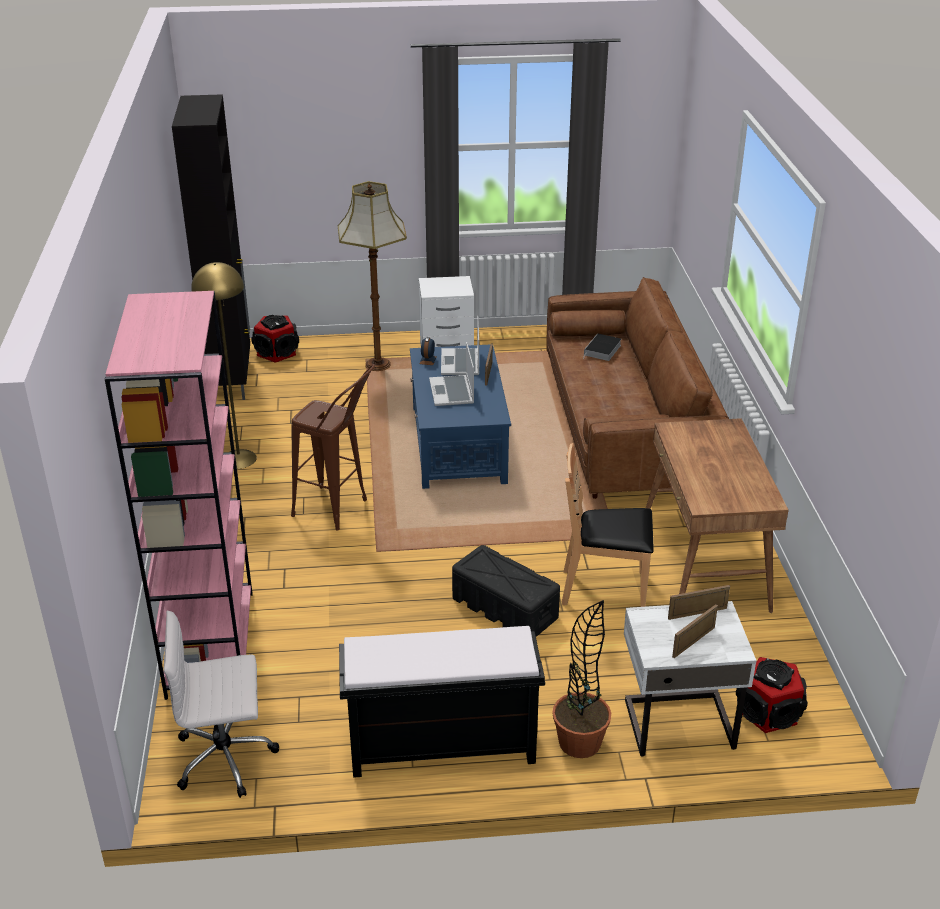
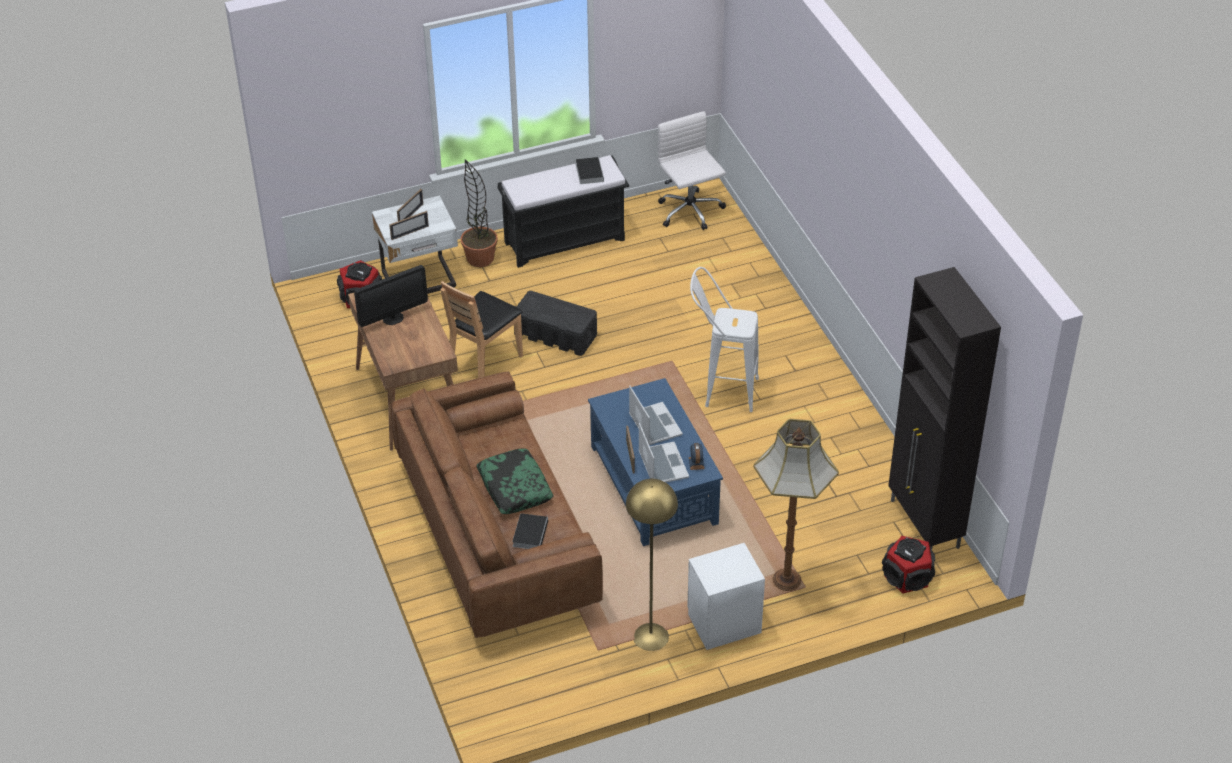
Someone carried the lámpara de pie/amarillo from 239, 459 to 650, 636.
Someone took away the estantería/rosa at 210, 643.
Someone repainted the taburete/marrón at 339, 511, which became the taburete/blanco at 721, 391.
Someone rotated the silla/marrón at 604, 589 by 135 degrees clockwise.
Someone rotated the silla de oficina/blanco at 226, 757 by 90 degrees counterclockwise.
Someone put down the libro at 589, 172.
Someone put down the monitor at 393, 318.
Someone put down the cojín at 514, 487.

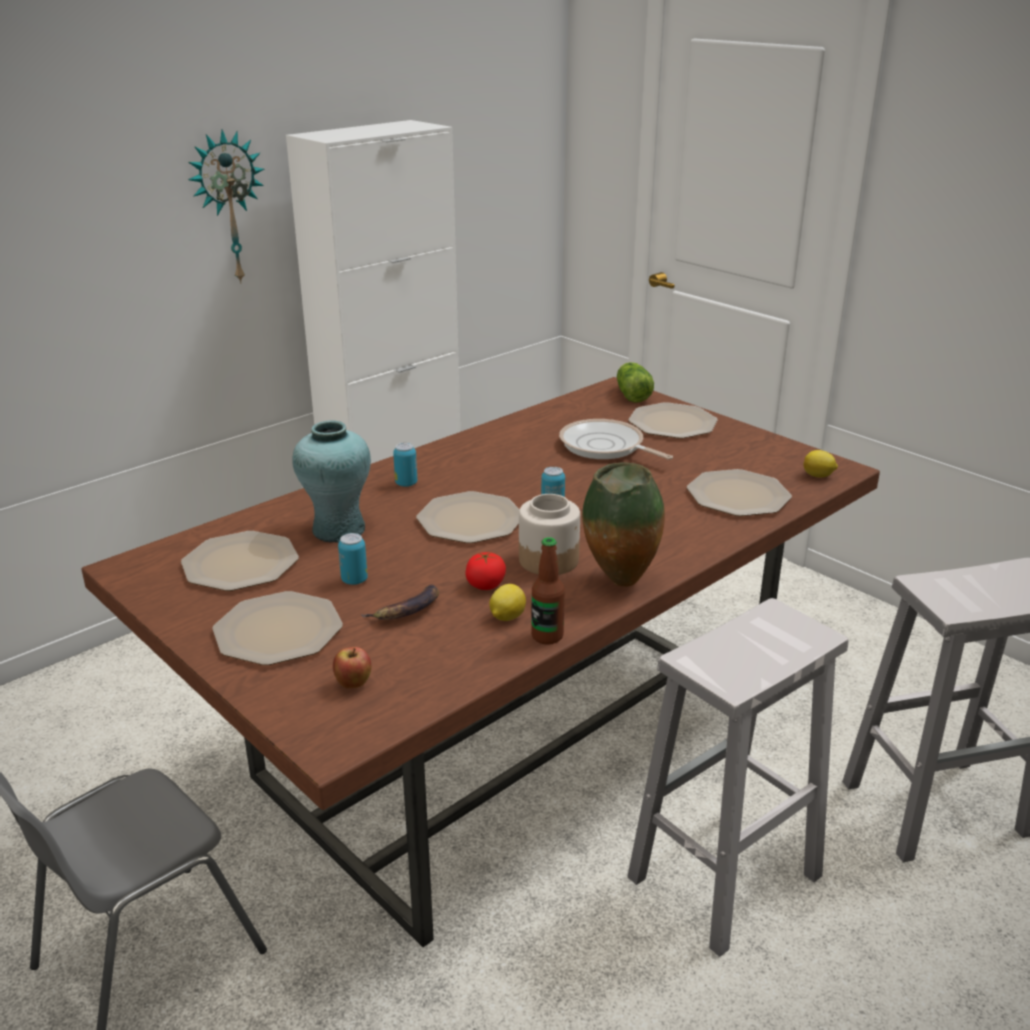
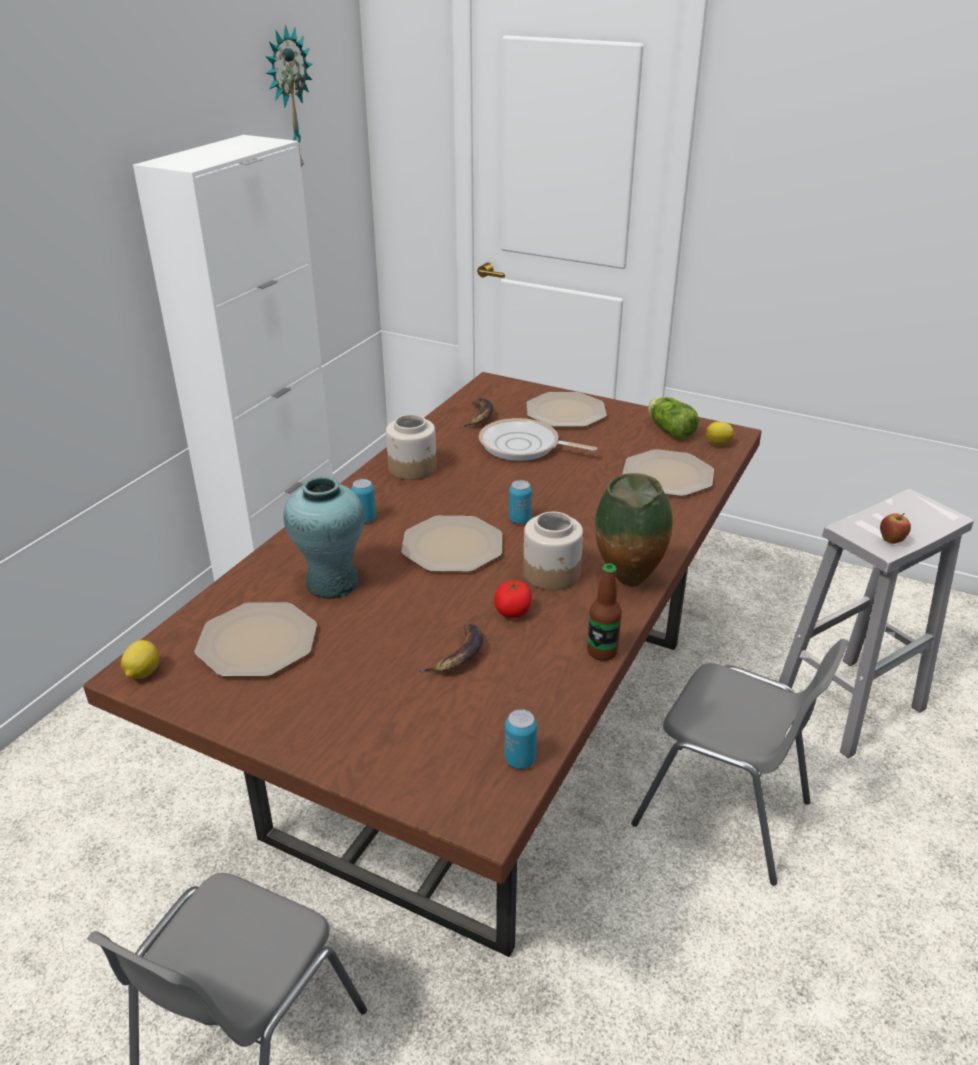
Someone carried the reloj de pared from 228, 208 to 288, 101.
Someone carried the lechuga from 632, 394 to 669, 430.
Someone carried the lata from 354, 580 to 520, 760.
Someone carried the limón from 506, 617 to 142, 673.
Someone took away the plato at 277, 631.
Someone swapped the taburete/blanco at 723, 879 for the silla/gris at 724, 814.
Someone carried the manzana from 353, 684 to 891, 541.
Someone put down the plátano at 478, 417.
Someone put down the tarro at 413, 468.

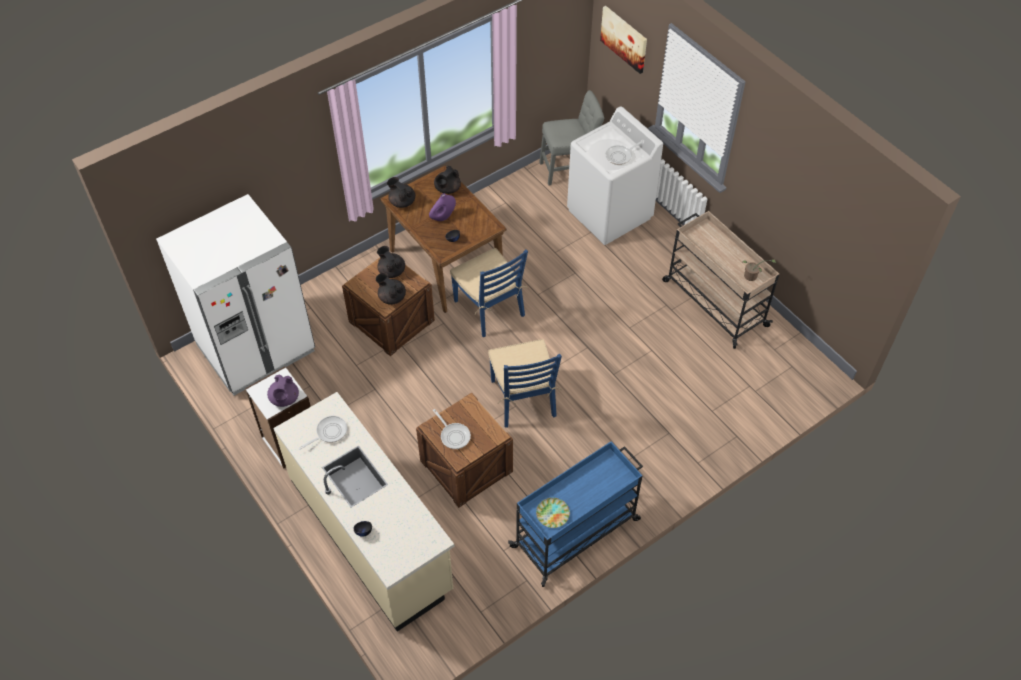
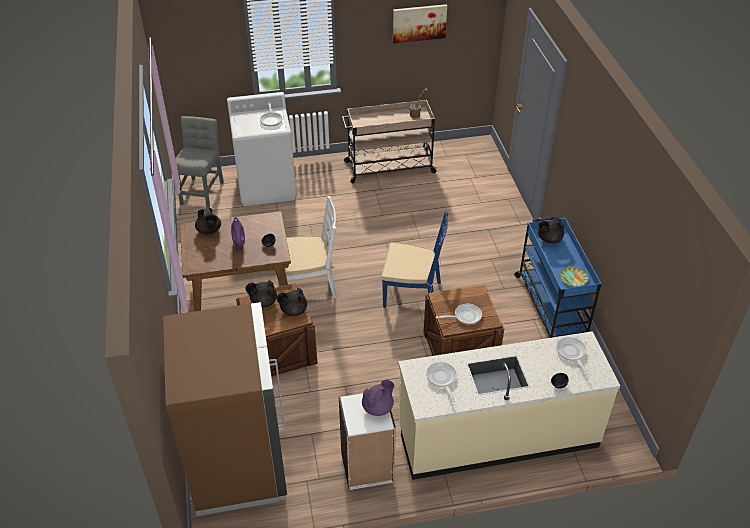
Someone carried the cuadro from 624, 39 to 419, 23.
Someone carried the tetera/negro from 402, 202 to 549, 239.
Someone repainted the nevera/blanco at 256, 348, which became the nevera/marrón at 238, 464.
Someone repainted the silla/azul at 489, 308, which became the silla/blanco at 309, 284.
Someone rotated the tetera/morado at 284, 399 by 60 degrees counterclockwise.
Someone put down the sartén at 571, 353.

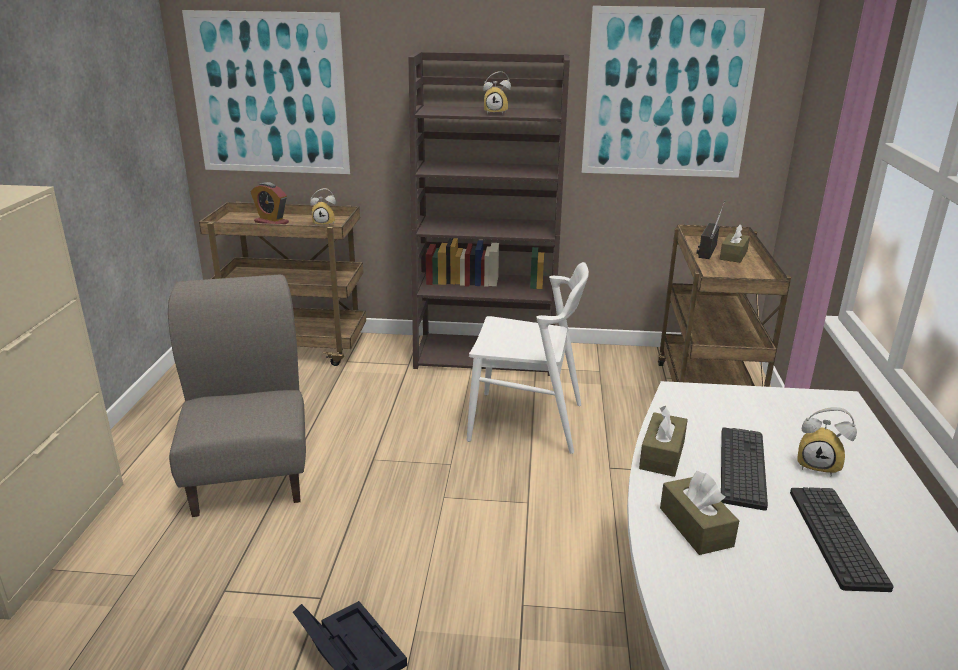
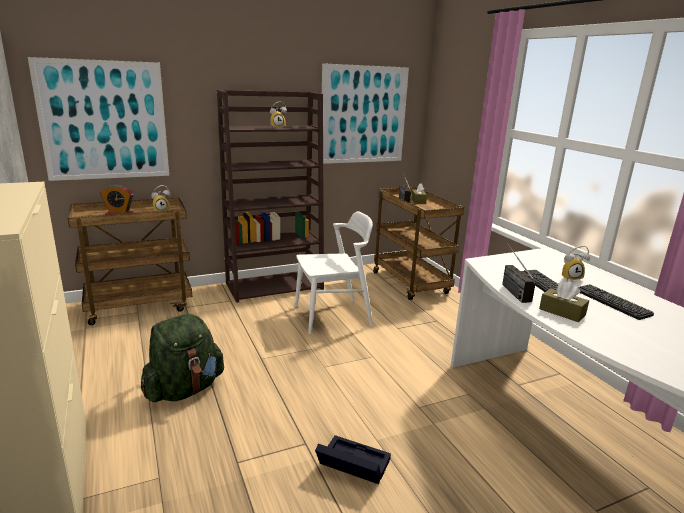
Someone swapped the silla/gris at 250, 474 for the mochila/verde at 184, 389.
Someone swapped the caja de pañuelos/marrón at 662, 455 for the radio at 509, 288.

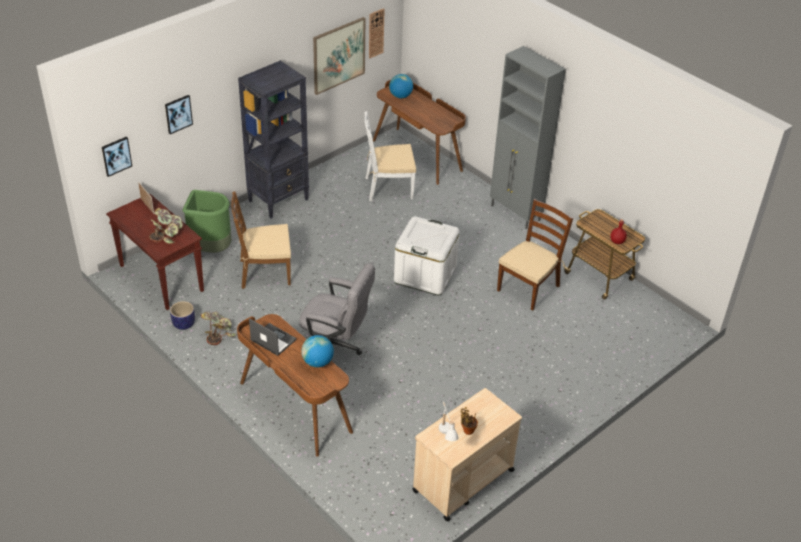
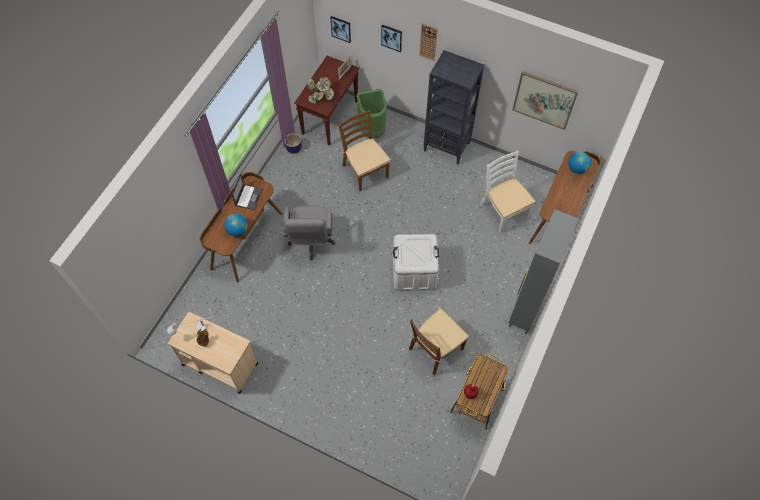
Someone carried the reloj de pared from 376, 33 to 428, 41.
Someone rotated the silla/marrón at 528, 288 by 120 degrees clockwise.
Someone took away the planta en maceta at 218, 333.

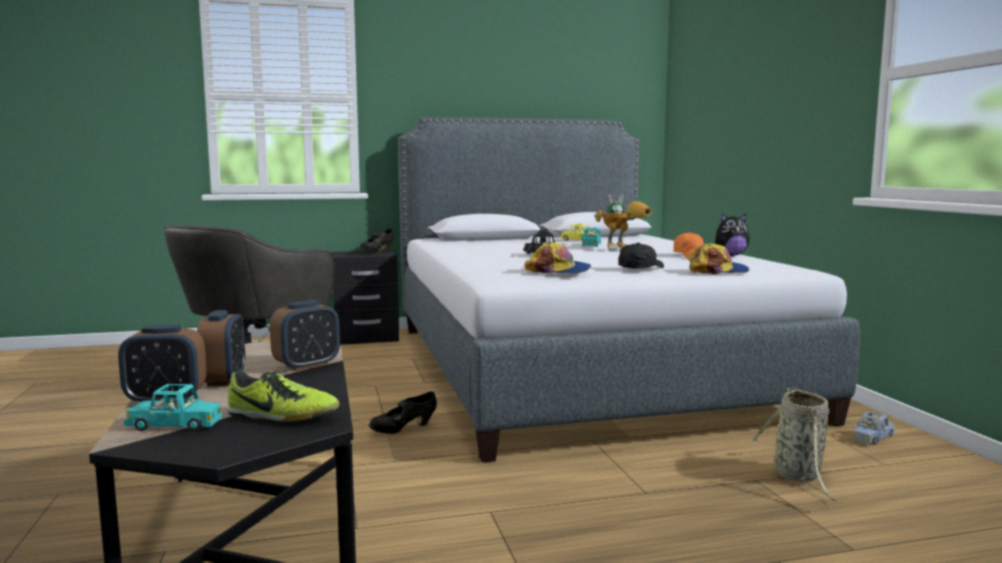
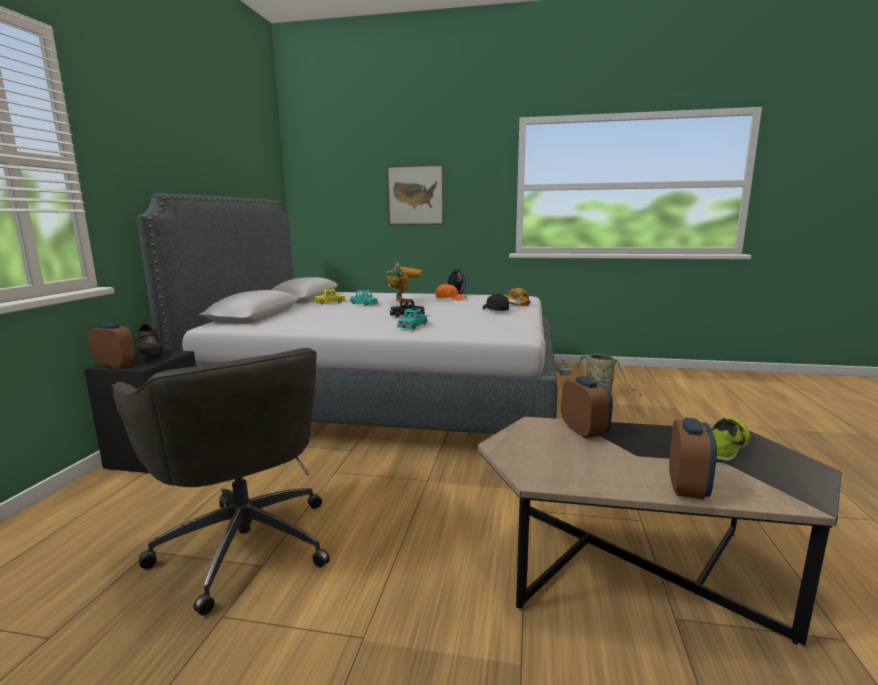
Someone took away the gorra at 559, 270.
Someone carried the despertador from 224, 380 to 116, 365.
Someone carried the coche de juguete/turquesa from 175, 425 to 413, 326.
Someone took away the zapato/negro at 403, 430.
Someone put up the cuadro at 415, 195.

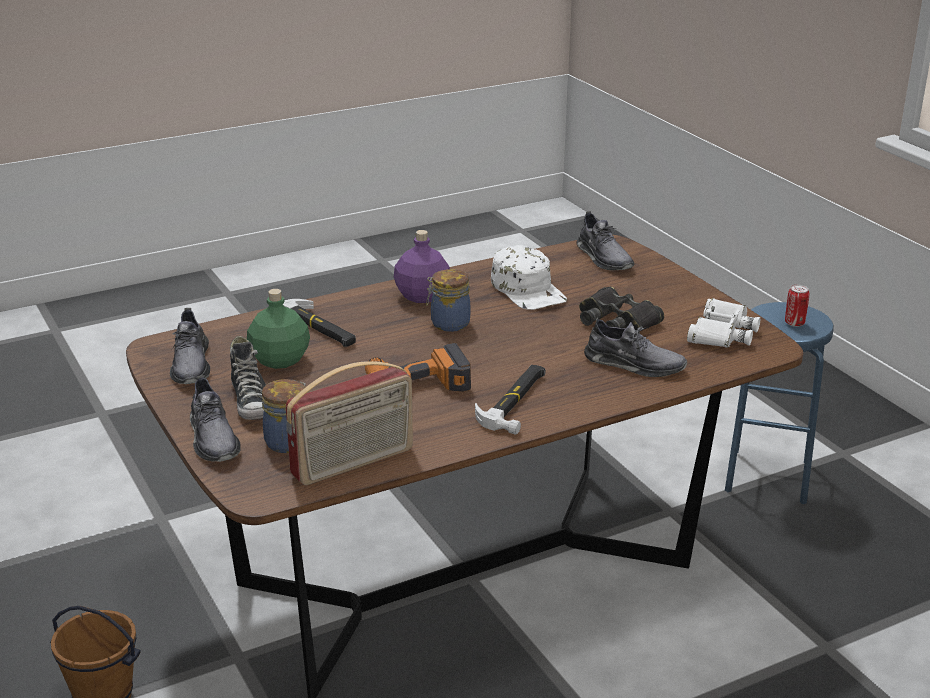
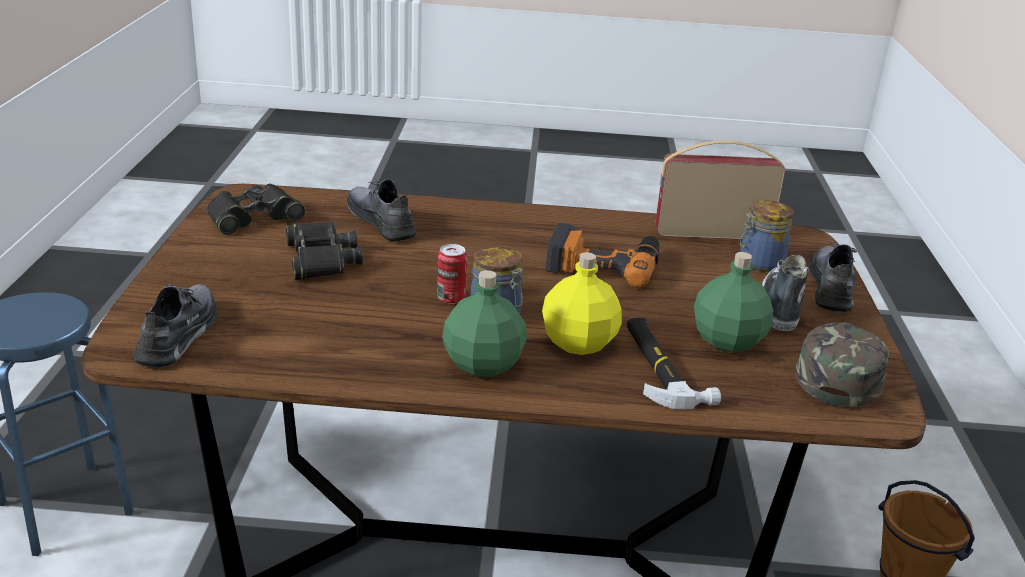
Someone repainted the botella/morado at 423, 296, which became the botella/verde at 482, 364.
Someone took away the gorra/blanco at 528, 290.
Someone carried the lata from 794, 323 to 451, 298.
Someone repainted the prismáticos/blanco at 721, 333, which became the prismáticos/negro at 253, 217.
Someone swapped the zapato/gris at 191, 365 for the gorra/verde at 839, 371.
Someone took away the martillo at 516, 401.
Someone put down the botella/amarillo at 578, 342.

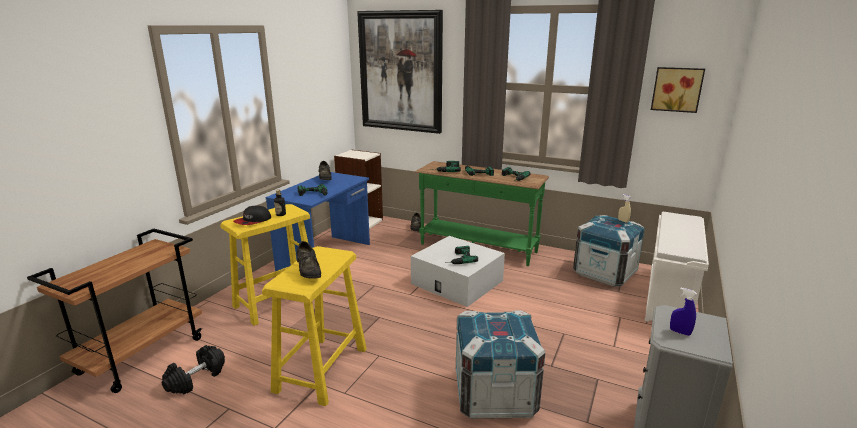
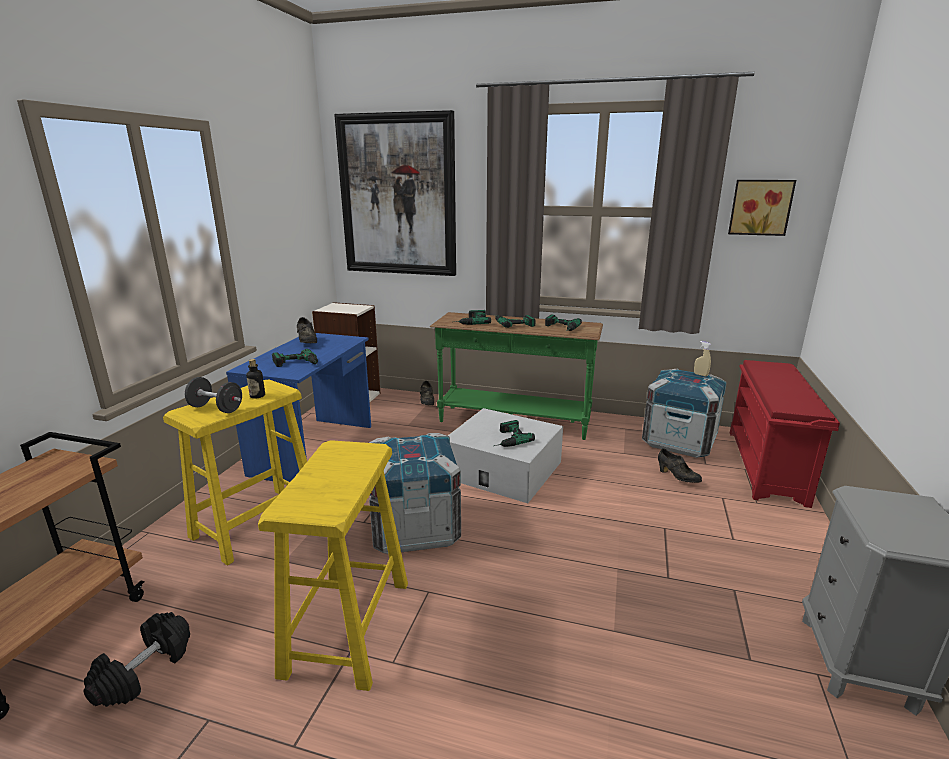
Someone swapped the gorra at 253, 221 for the mancuerna/negro at 216, 408.
Someone repainted the zapatero/blanco at 669, 298, which became the zapatero/rojo at 767, 466.
Someone carried the zapato/negro from 309, 273 to 677, 477.
Someone took away the pulverizador/azul at 680, 332.
Someone carried the caja de embalaje from 495, 395 to 415, 528.

